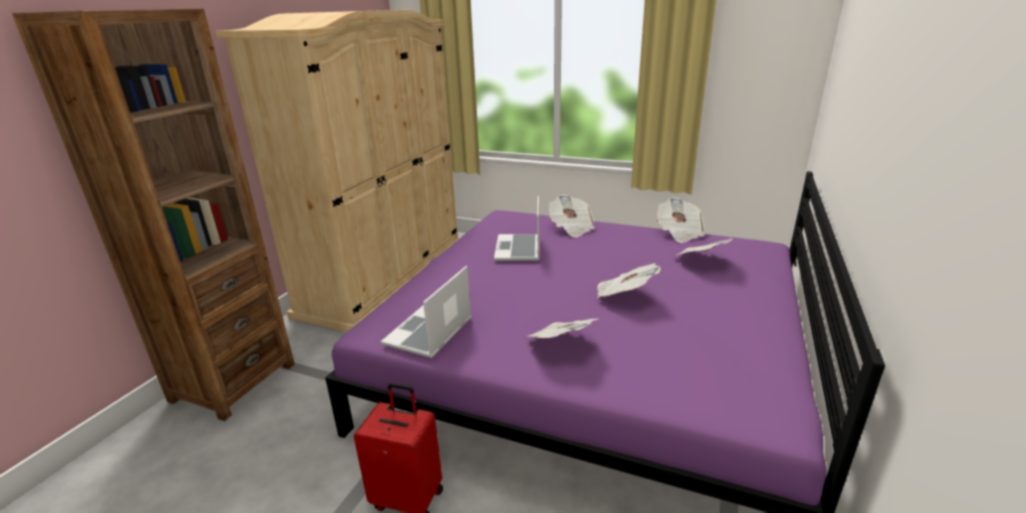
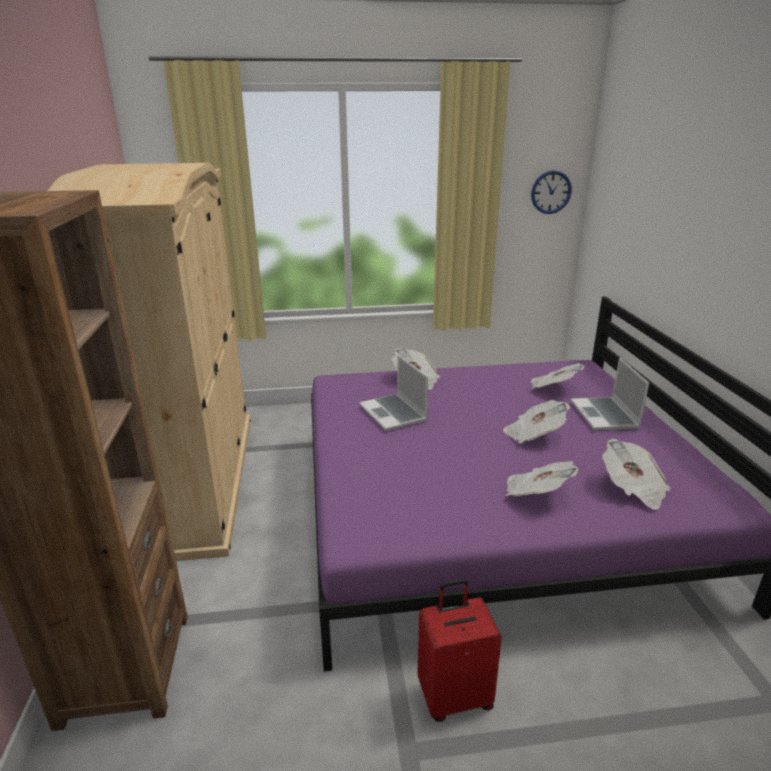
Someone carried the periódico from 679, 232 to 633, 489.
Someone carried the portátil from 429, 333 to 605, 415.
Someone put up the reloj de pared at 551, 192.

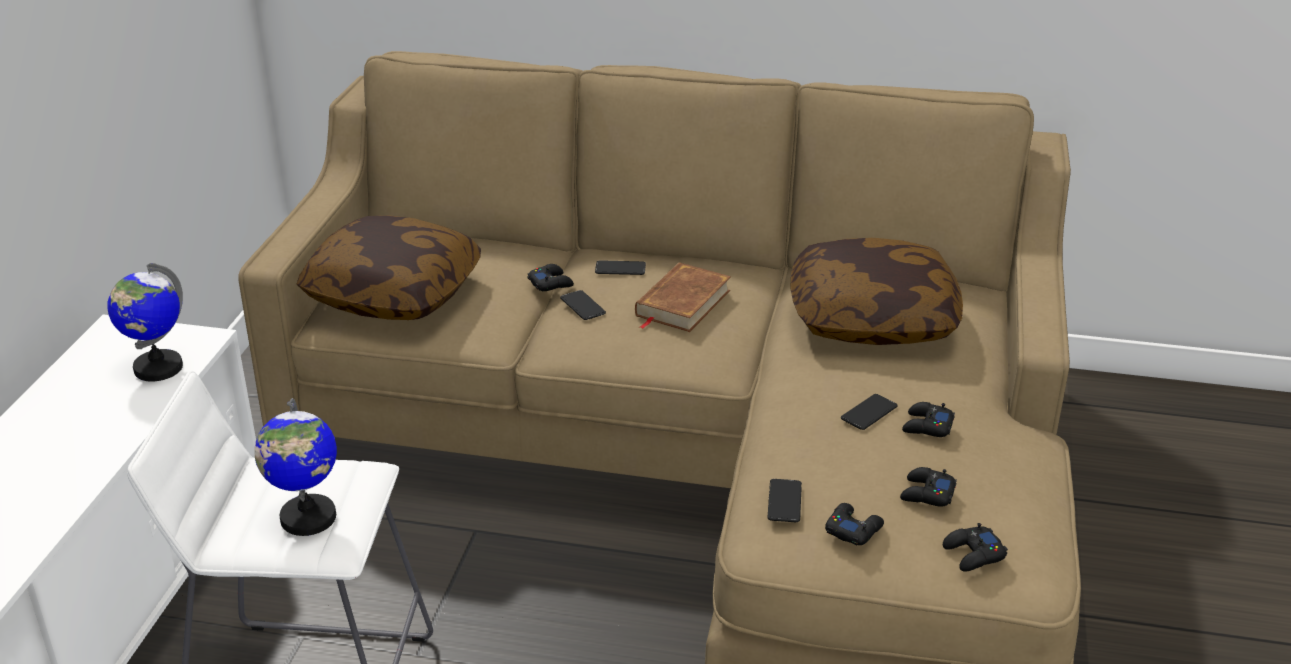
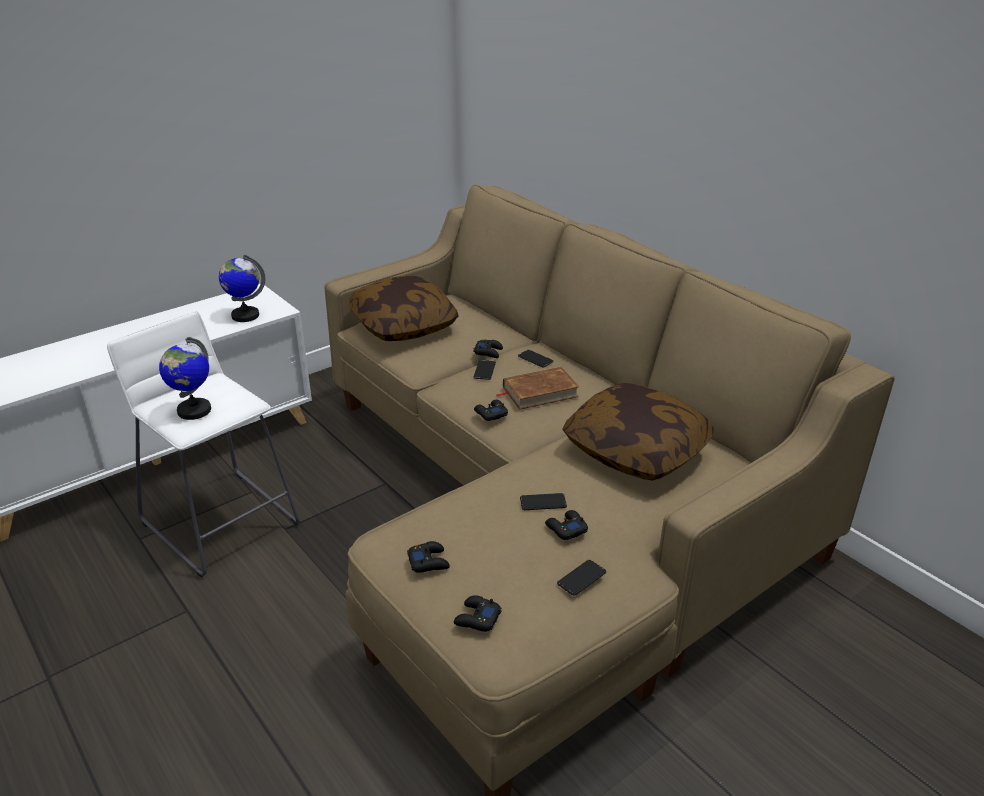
Someone carried the mando de consola/negro from 926, 494 to 490, 414.
Someone carried the móvil from 784, 501 to 581, 578.

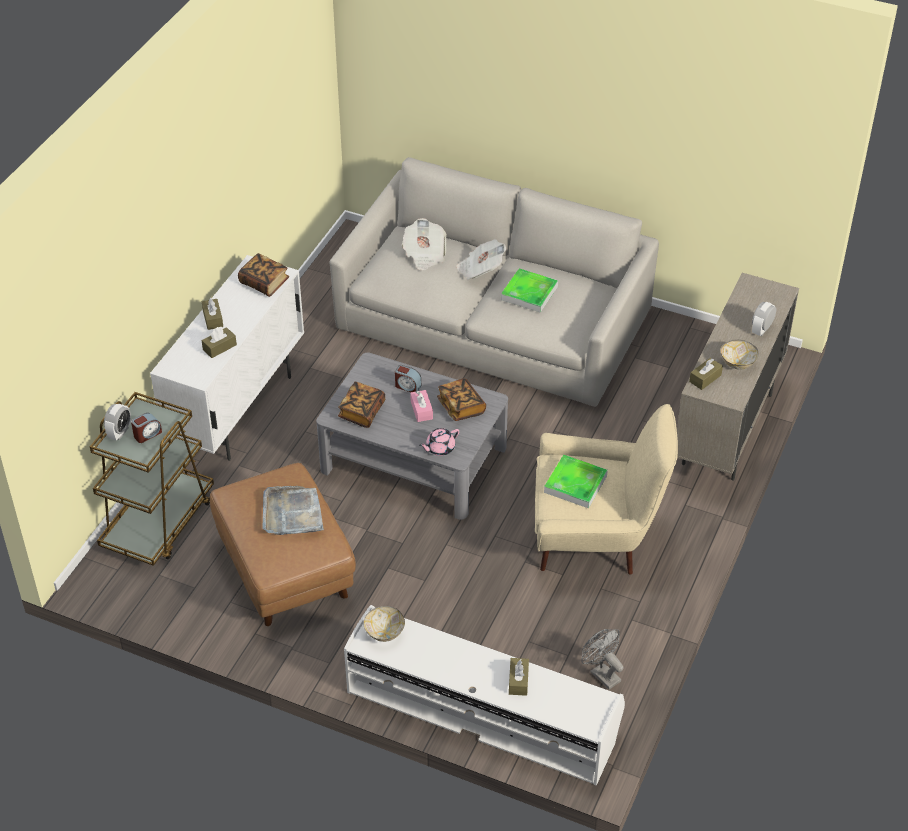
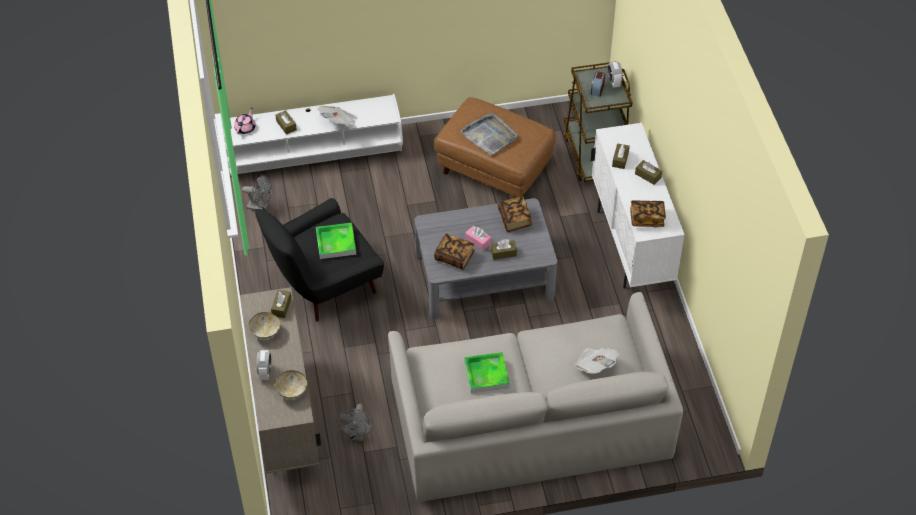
Someone carried the periódico from 480, 269 to 338, 122.
Someone swapped the despertador at 407, 386 for the caja de pañuelos/marrón at 503, 253.
Someone repainted the sillón/beis at 595, 537, which became the sillón/negro at 323, 286.
Someone carried the tetera/rosa from 439, 448 to 245, 128.
Someone carried the cuenco from 384, 633 to 292, 391.
Someone put down the ventilador/gris at 357, 435.

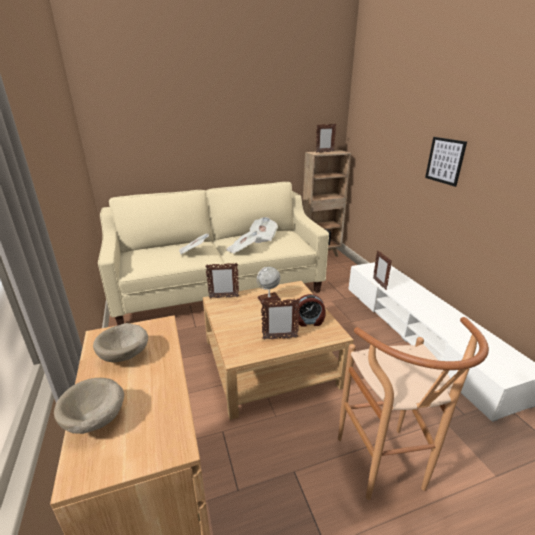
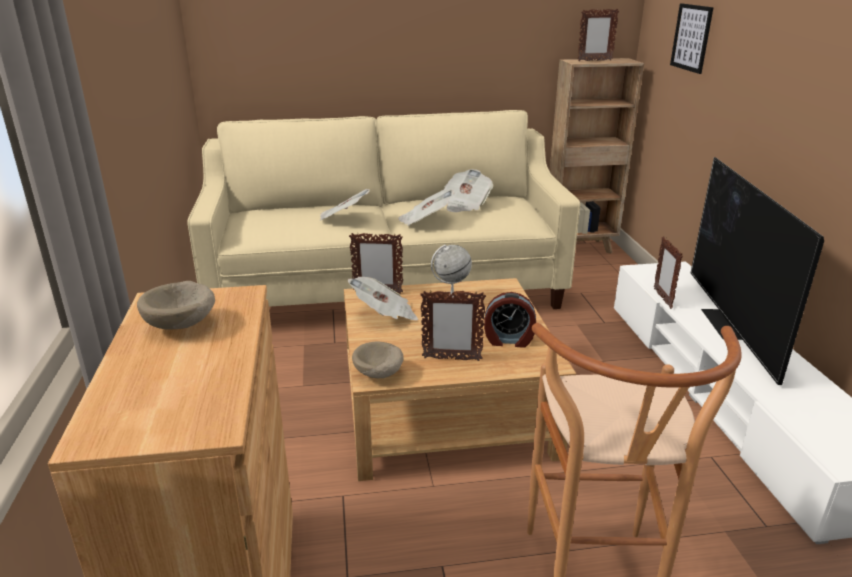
Someone carried the cuadro from 445, 161 to 691, 37.
Someone carried the cuenco/beis from 95, 420 to 378, 374.
Someone put down the televisor at 729, 324.
Someone put down the periódico at 384, 315.

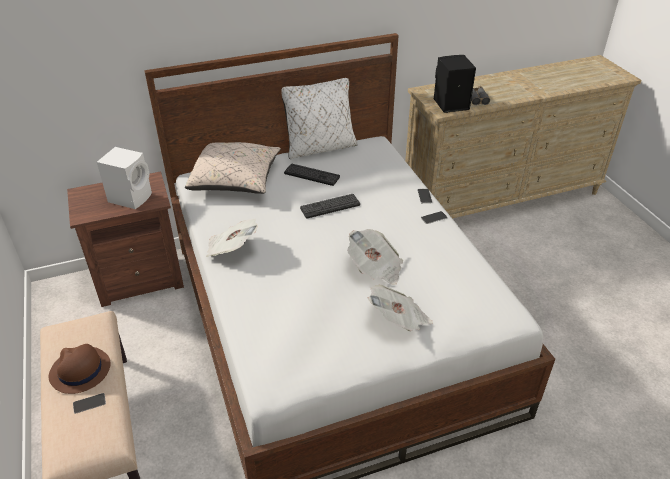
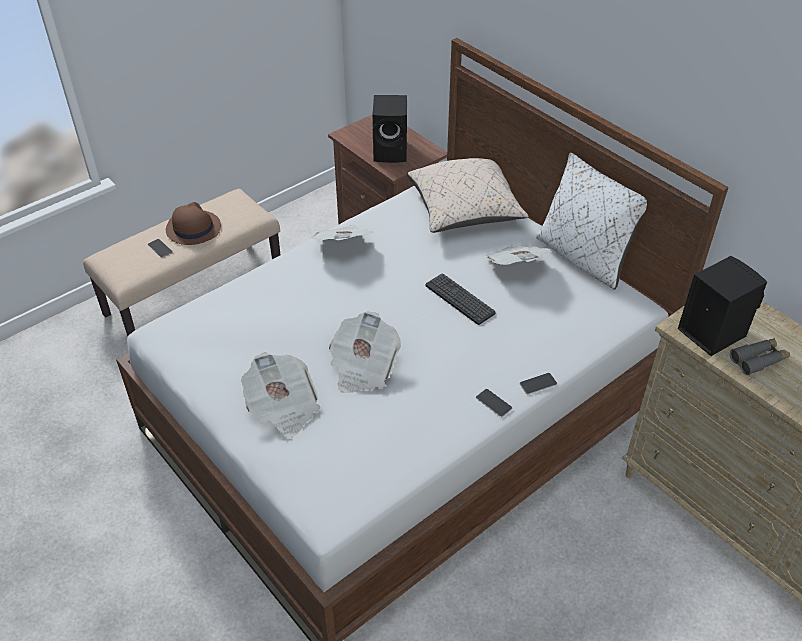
Someone repainted the altavoz/blanco at 131, 197, which became the altavoz/negro at 392, 152.
Someone swapped the teclado at 312, 175 for the periódico at 516, 266.

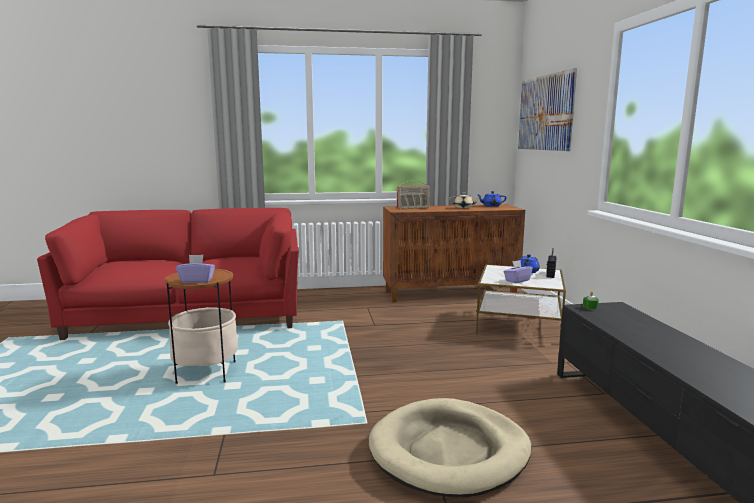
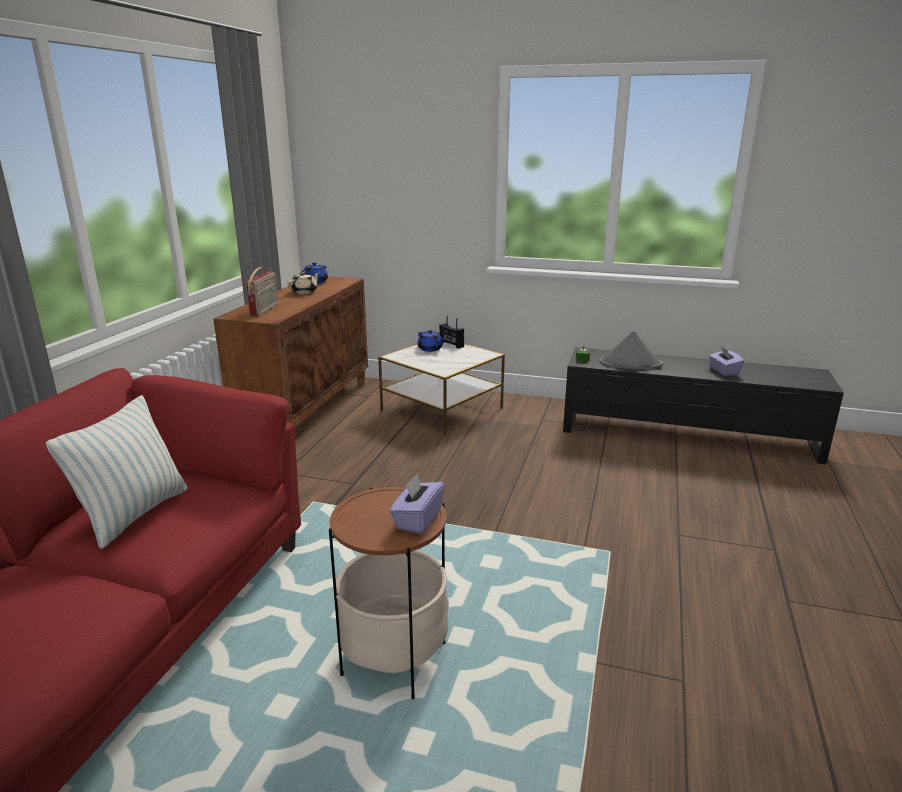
Someone took away the cuadro at 545, 113.
Someone carried the caja de pañuelos/morado from 517, 280 to 723, 371.
Someone took away the cama para perro/beis at 449, 451.
Someone put down the sombrero/gris at 630, 363.
Someone put down the cojín at 134, 514.

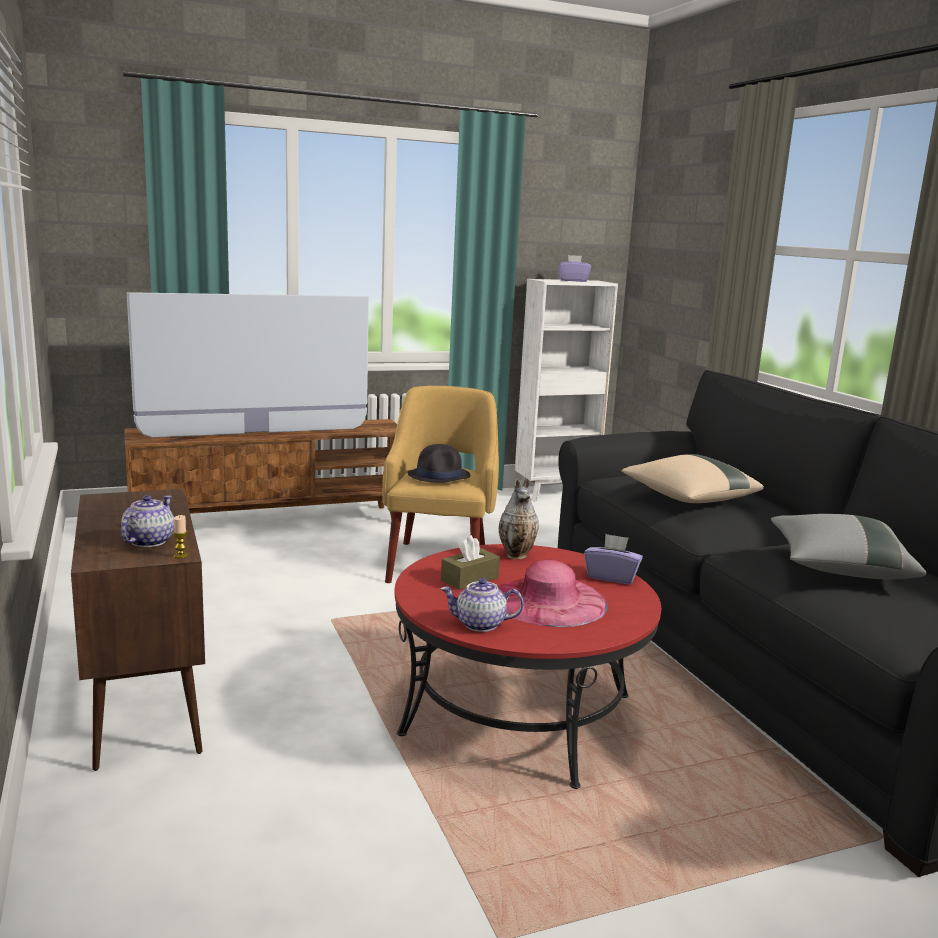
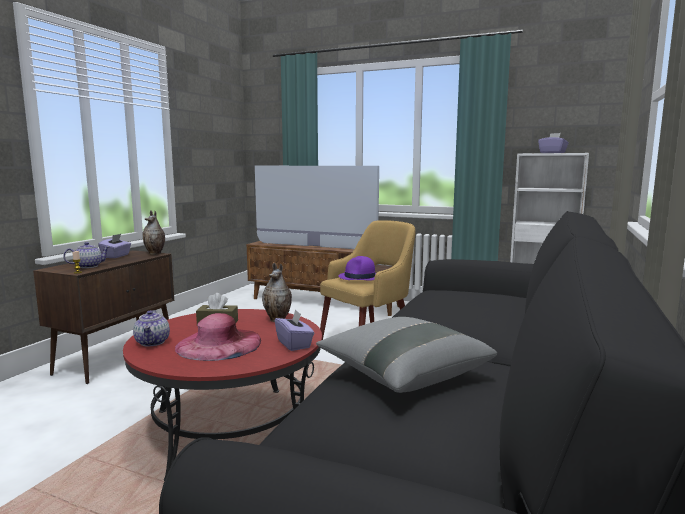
Someone repainted the sombrero/negro at 439, 475, which became the sombrero/morado at 360, 277.
Someone took away the cojín/beis at 688, 498.
Someone rotated the tetera at 479, 624 by 150 degrees counterclockwise.
Someone put down the florero at 155, 253.
Someone put down the caja de pañuelos/morado at 116, 256.

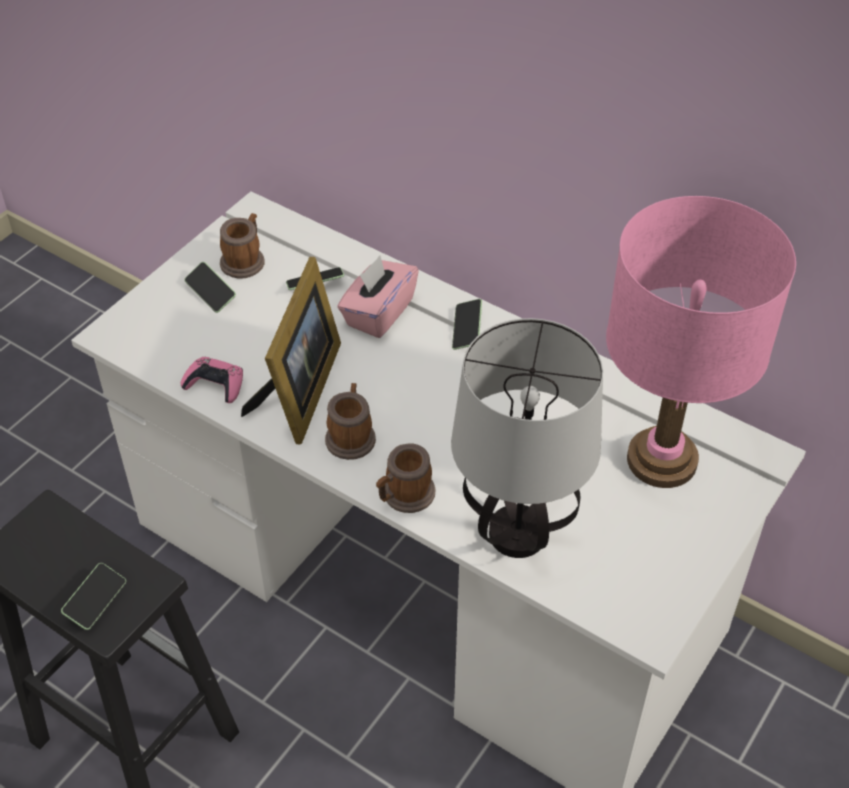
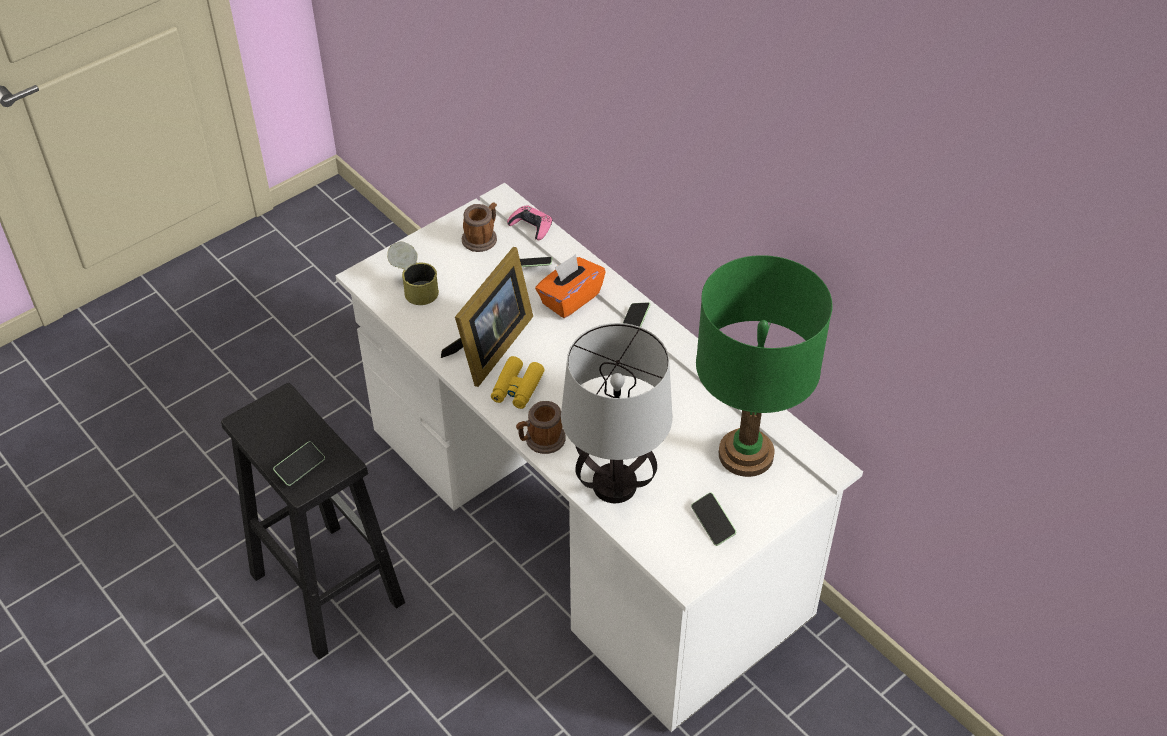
Someone repainted the lámpara de mesa/rosa at 661, 460, which became the lámpara de mesa/verde at 745, 454.
Someone repainted the caja de pañuelos/rosa at 378, 313, which became the caja de pañuelos/naranja at 570, 299.
Someone carried the móvil from 211, 293 to 713, 523.
Someone carried the mando de consola/rosa from 215, 384 to 531, 226.
Someone swapped the taza grande at 351, 436 for the prismáticos/amarillo at 517, 388.
Someone put down the lata at 415, 287.

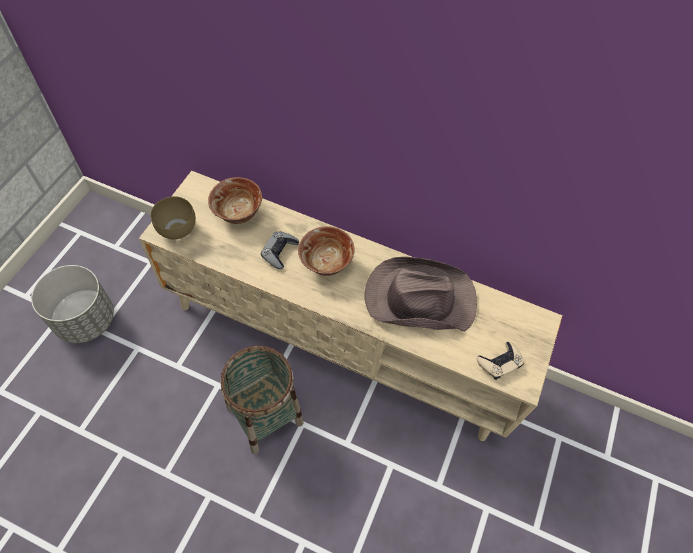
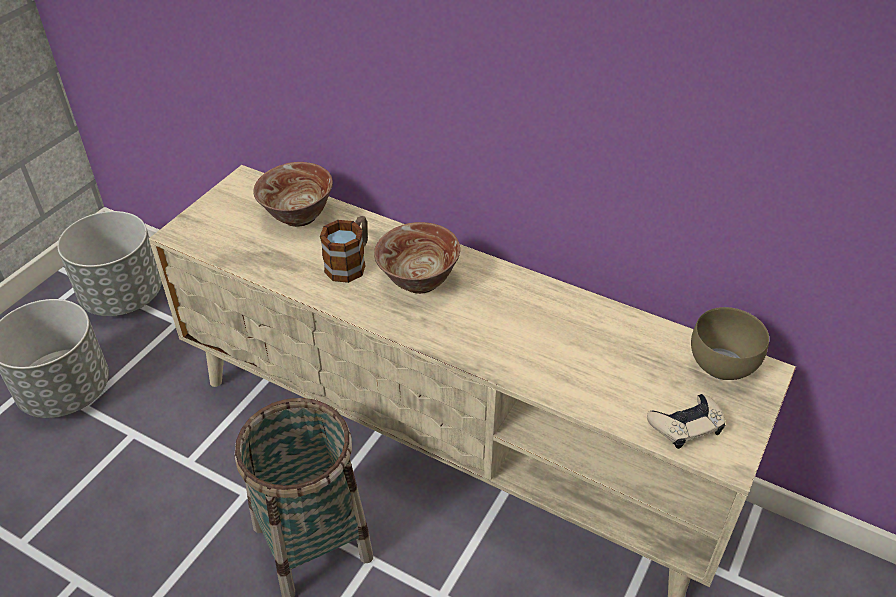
Someone carried the cuenco/marrón from 177, 230 to 722, 367.
Someone swapped the mando de consola/gris at 279, 252 for the taza grande at 350, 263.
Someone took away the sombrero/marrón at 418, 298.
Someone put down the maceta/gris at 124, 296.

